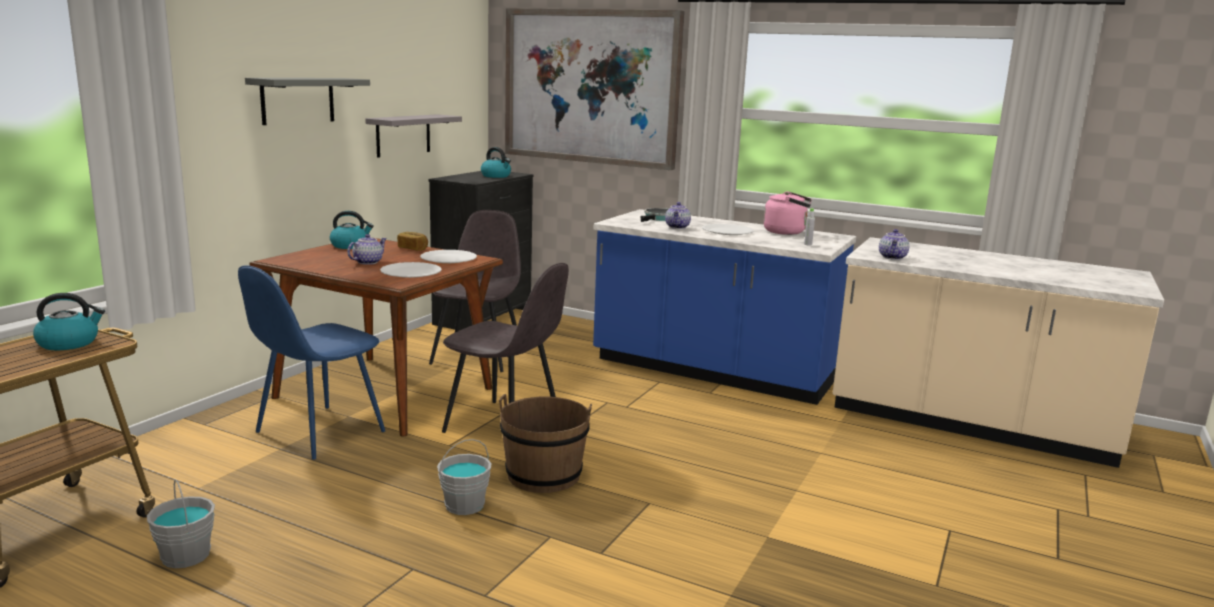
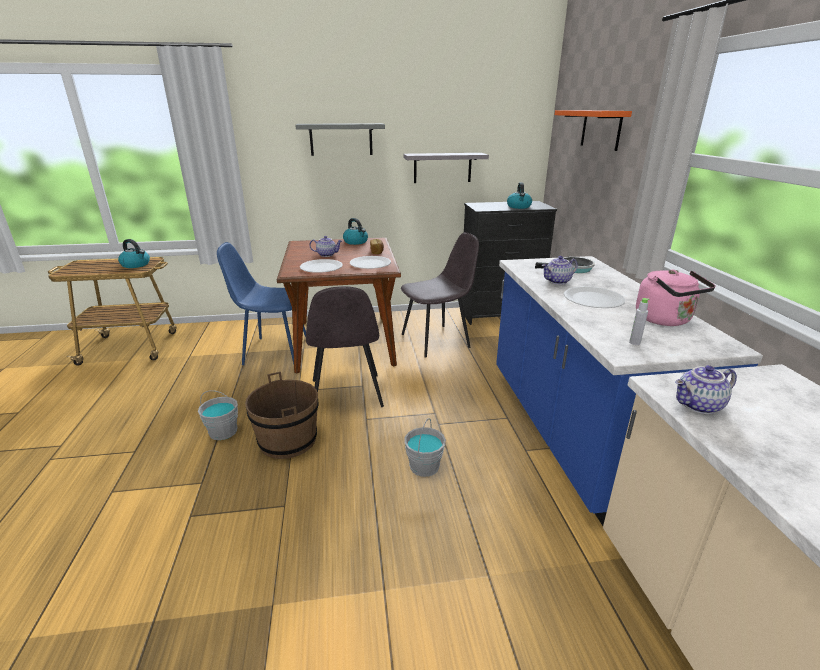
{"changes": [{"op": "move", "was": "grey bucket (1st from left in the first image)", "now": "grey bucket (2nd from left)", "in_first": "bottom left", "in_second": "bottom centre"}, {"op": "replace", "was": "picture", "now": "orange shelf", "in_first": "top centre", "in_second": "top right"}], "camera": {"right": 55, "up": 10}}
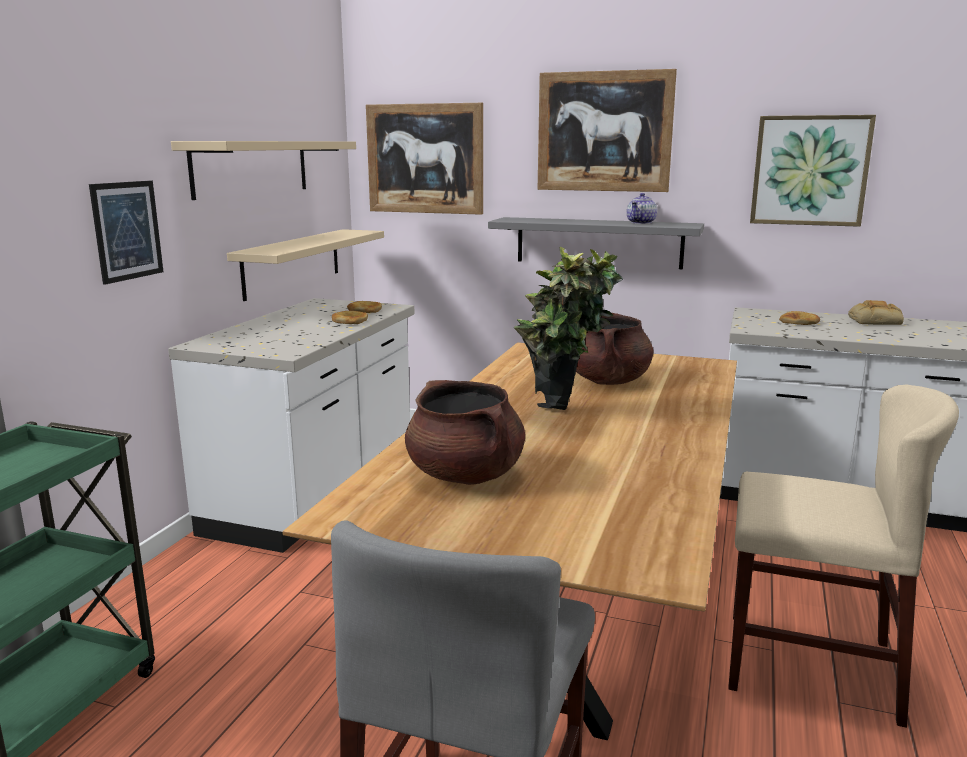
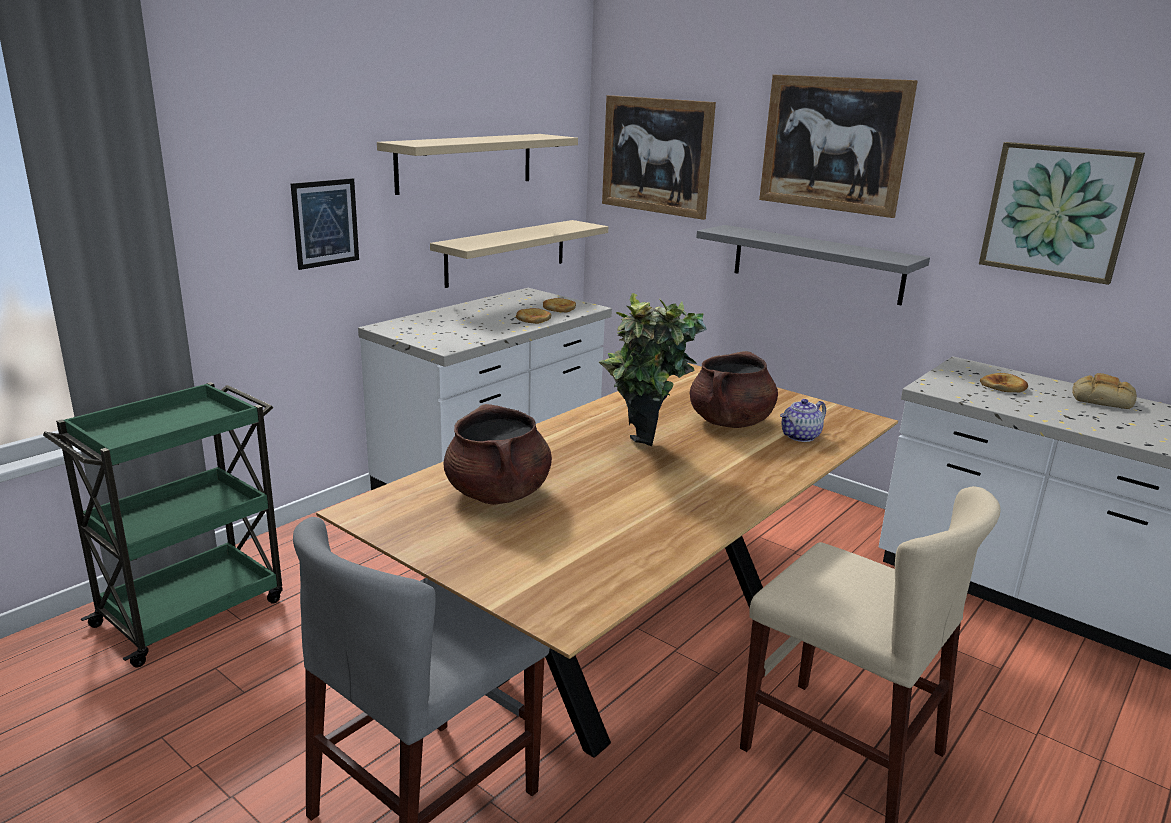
{"changes": [{"op": "move", "was": "teapot", "in_first": "top centre", "in_second": "middle right"}], "camera": {"right": 20, "up": 5}}
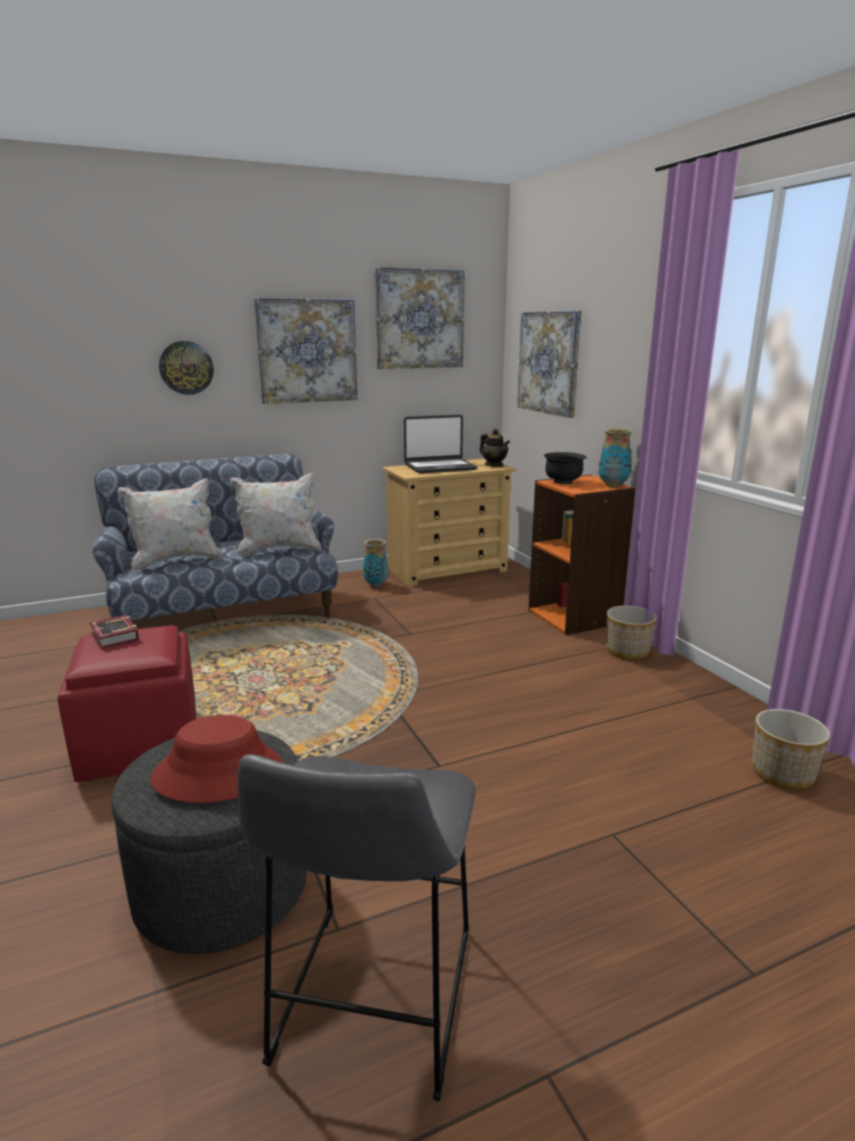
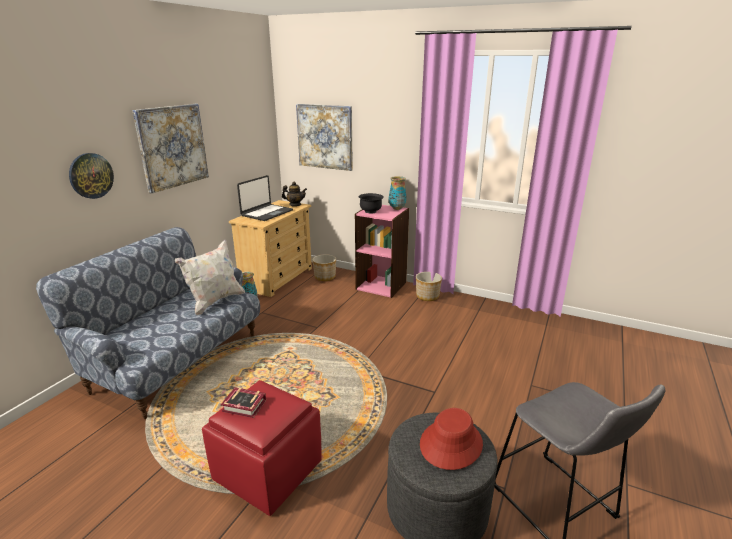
{"changes": [{"op": "delete", "was": "white pillow (1st from left)", "in_first": "middle left"}, {"op": "delete", "was": "picture (2nd from left)", "in_first": "top centre"}, {"op": "recolor", "was": "orange bookcase", "now": "pink bookcase", "in_first": "middle right", "in_second": "centre"}, {"op": "move", "was": "planter (2nd from left in the first image)", "now": "planter (1st from left)", "in_first": "middle right", "in_second": "centre"}], "camera": {"right": -40, "up": 5}}
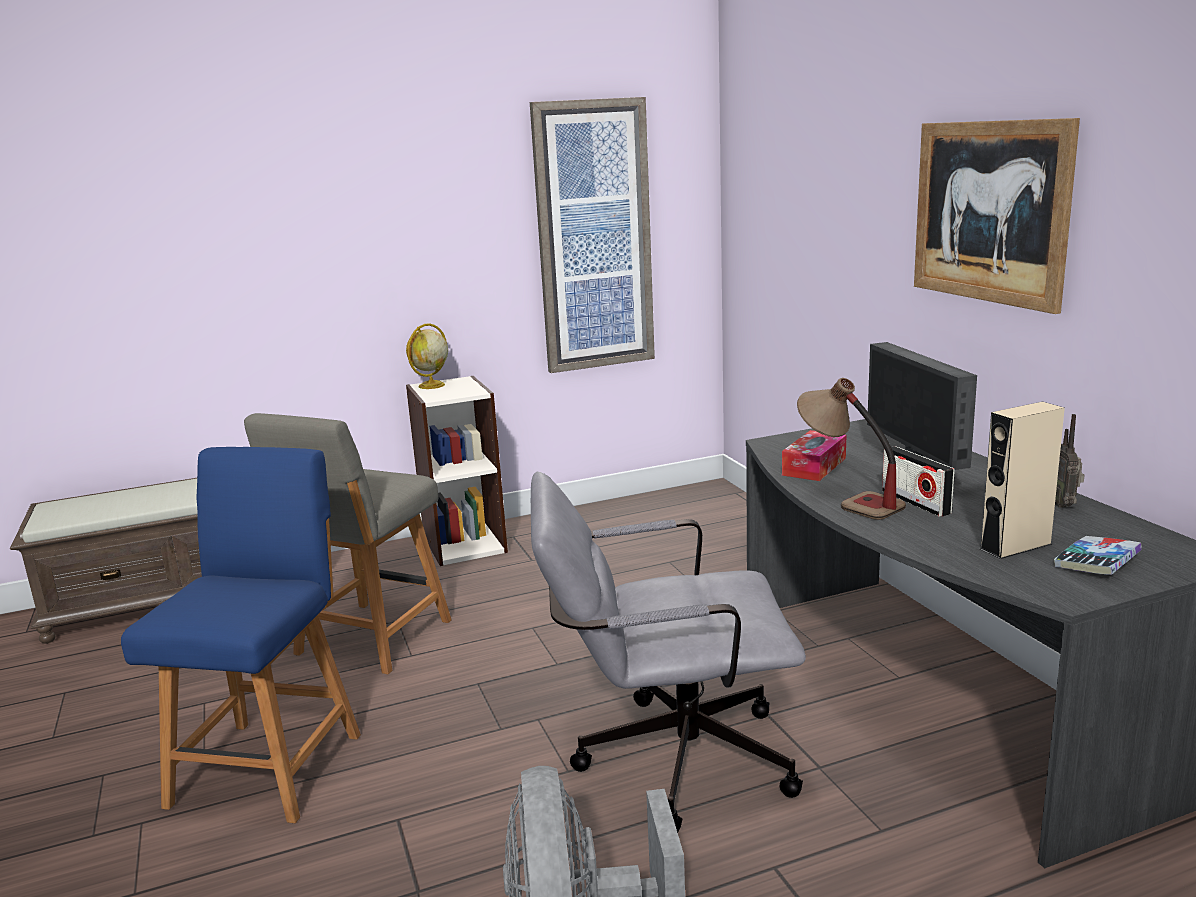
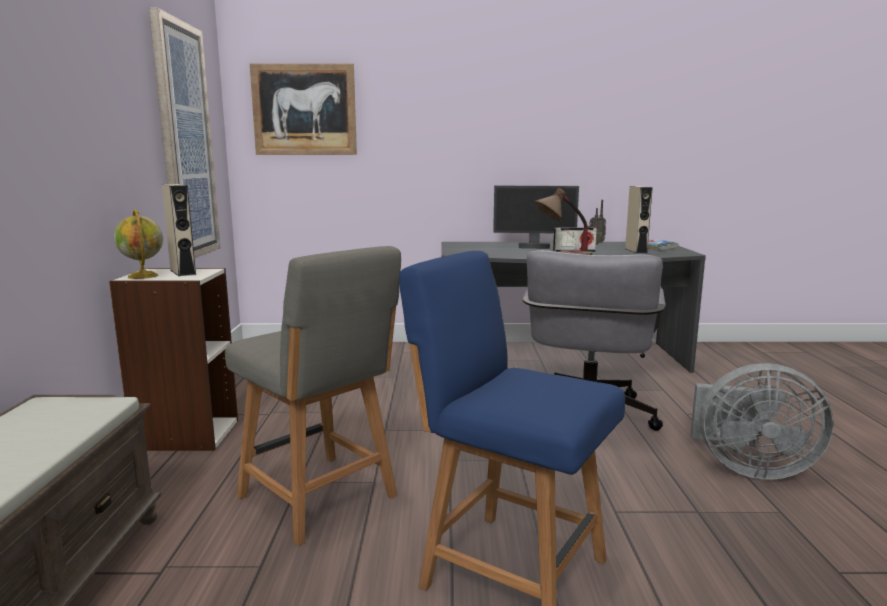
{"changes": [{"op": "delete", "was": "tissue box", "in_first": "middle right"}, {"op": "move", "was": "picture (2nd from left)", "in_first": "top right", "in_second": "top centre"}, {"op": "insert", "now": "beige speaker (1st from left)", "in_second": "middle left"}], "camera": {"right": -70, "up": -5}}
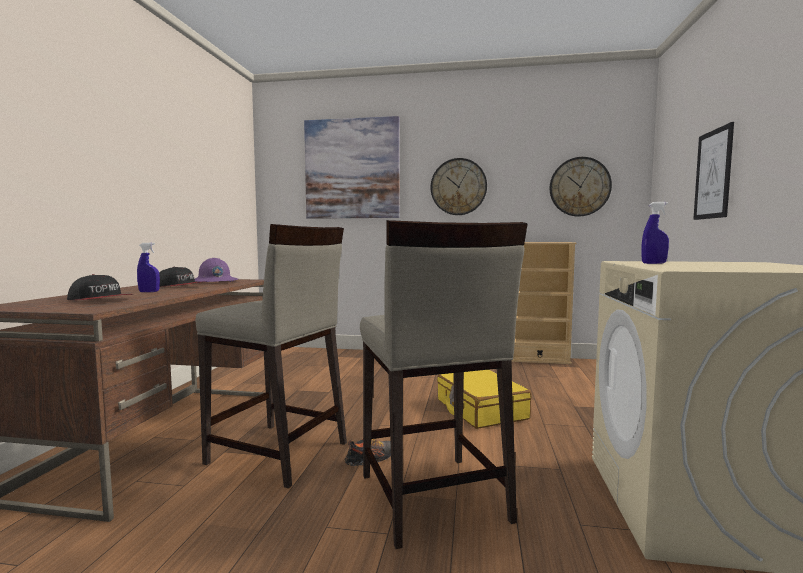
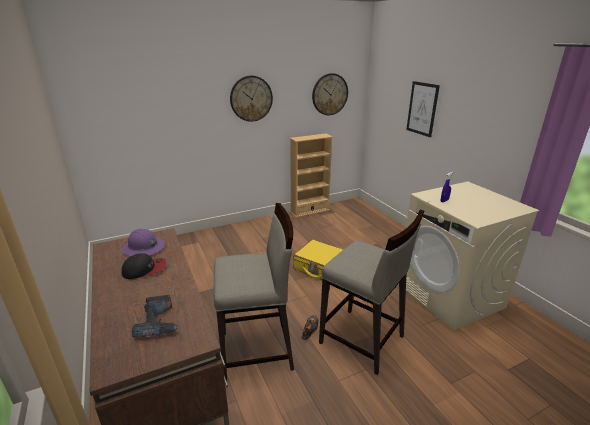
{"changes": [{"op": "replace", "was": "cap (1st from left)", "now": "power drill", "in_first": "middle left", "in_second": "bottom left"}, {"op": "delete", "was": "blue spray bottle (1st from left)", "in_first": "middle left"}, {"op": "delete", "was": "picture (1st from left)", "in_first": "top centre"}], "camera": {"right": -35, "up": 20}}
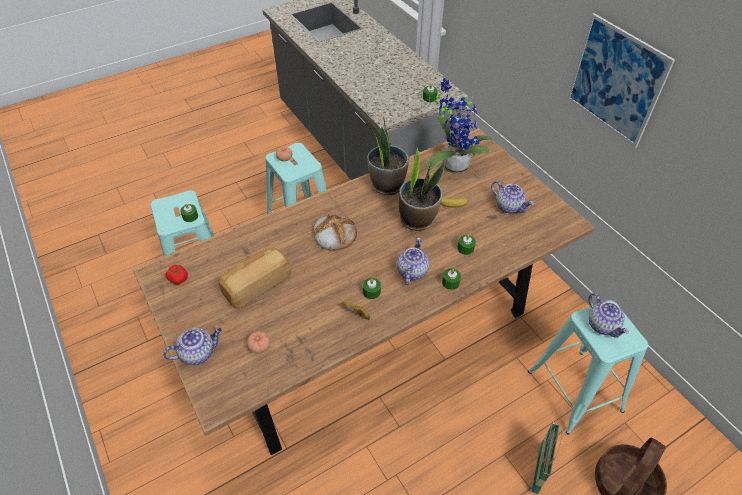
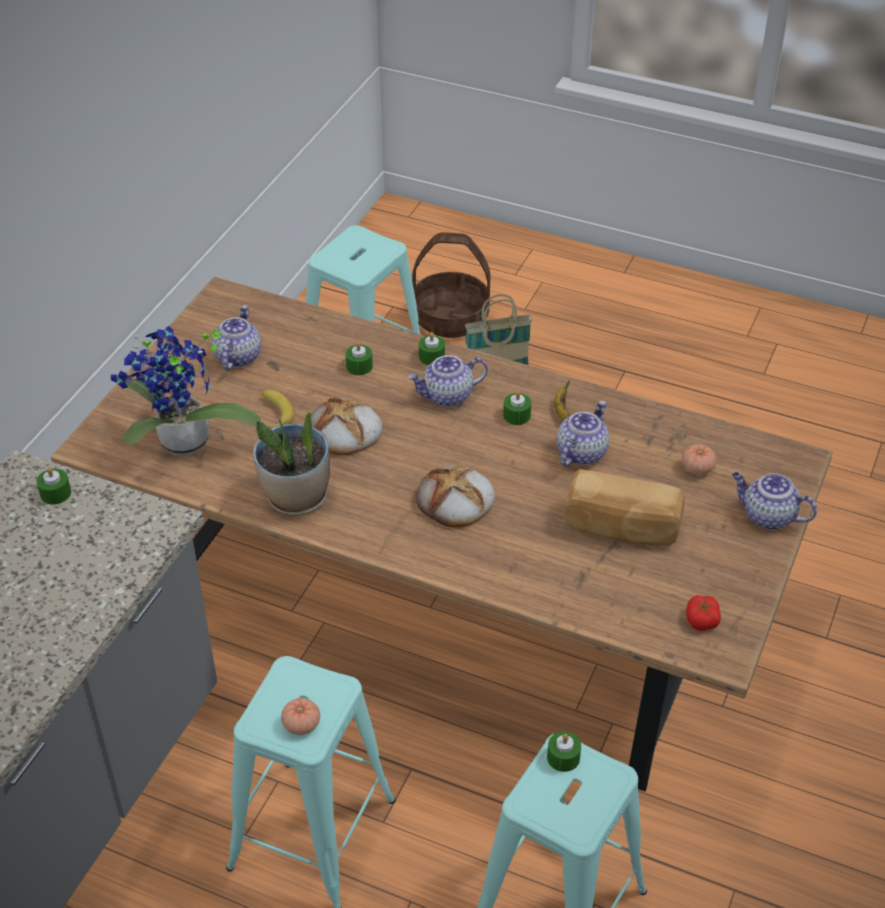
{"changes": [{"op": "replace", "was": "potted plant (2nd from left)", "now": "bread (1st from left)", "in_first": "centre", "in_second": "centre"}, {"op": "delete", "was": "picture", "in_first": "top right"}, {"op": "move", "was": "teapot (4th from left in the first image)", "now": "teapot (3rd from left)", "in_first": "middle right", "in_second": "centre"}], "camera": {"right": -125, "up": -5}}
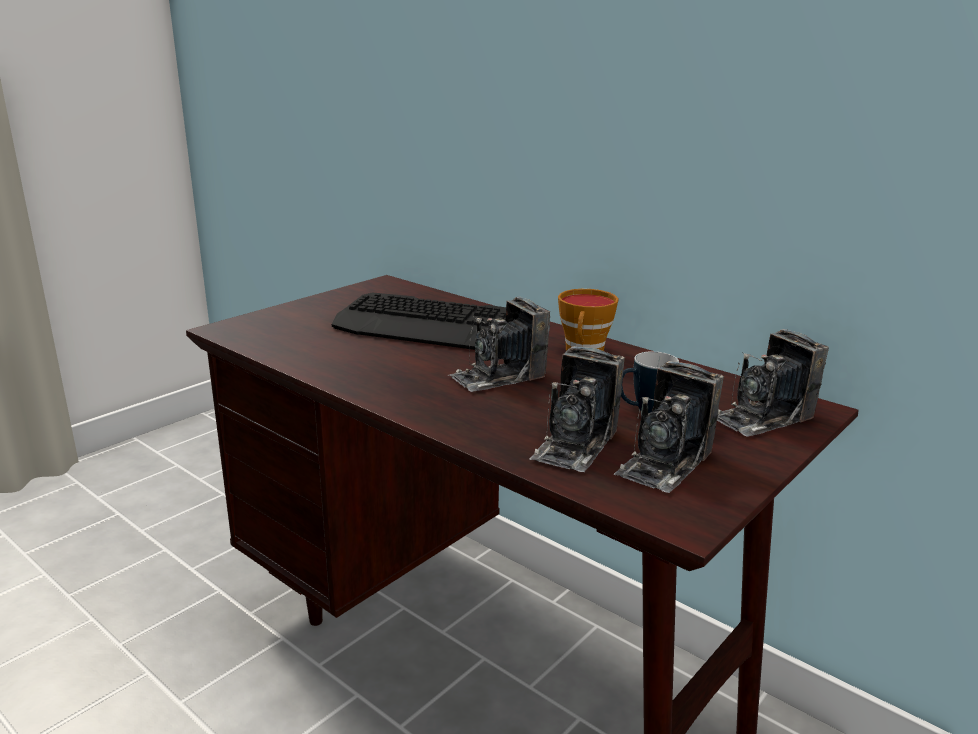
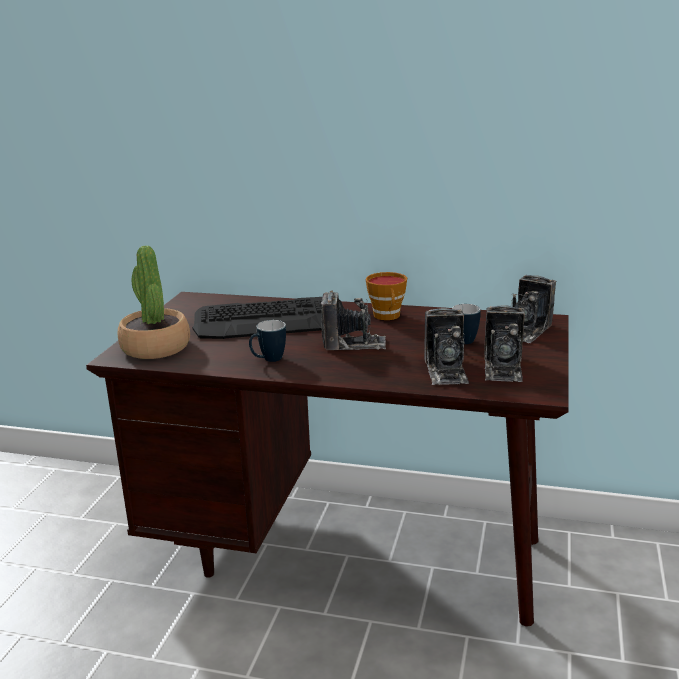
{"changes": [{"op": "rotate", "was": "photo camera (1st from left)", "in_first": "centre", "in_second": "centre", "clockwise": -120}, {"op": "insert", "now": "potted plant", "in_second": "middle left"}, {"op": "insert", "now": "mug (1st from left)", "in_second": "centre"}], "camera": {"right": -25, "up": 0}}
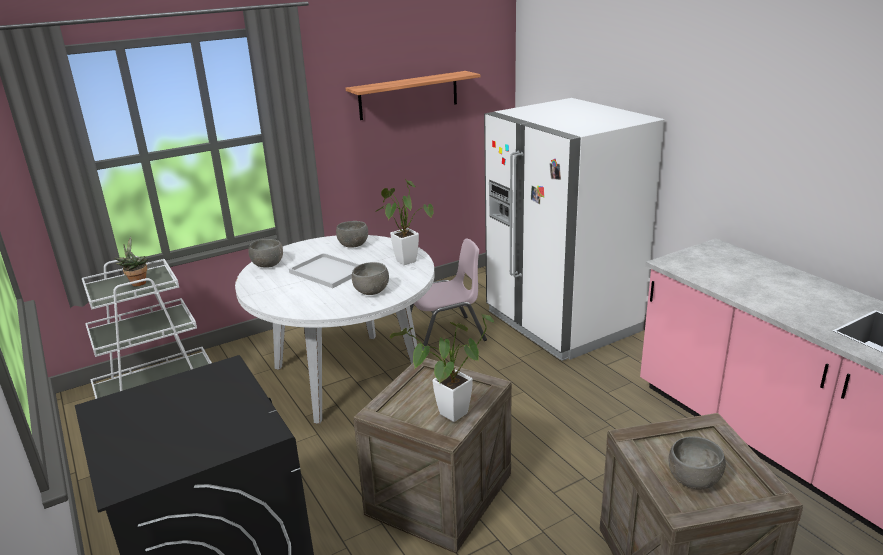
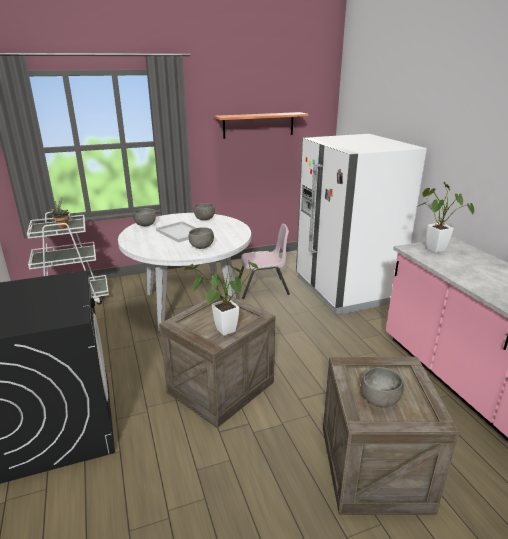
{"changes": [{"op": "move", "was": "potted plant (2nd from left in the first image)", "now": "potted plant (3rd from left)", "in_first": "centre", "in_second": "middle right"}], "camera": {"right": 10, "up": 0}}
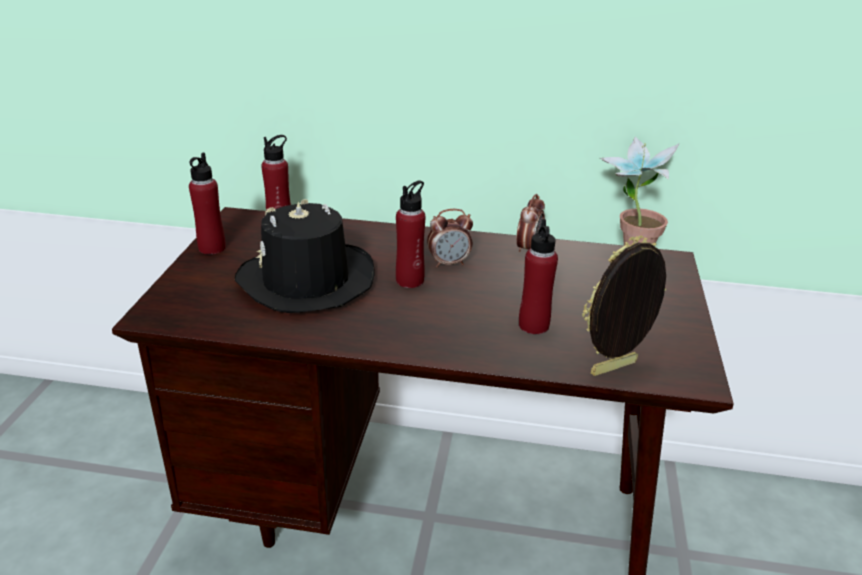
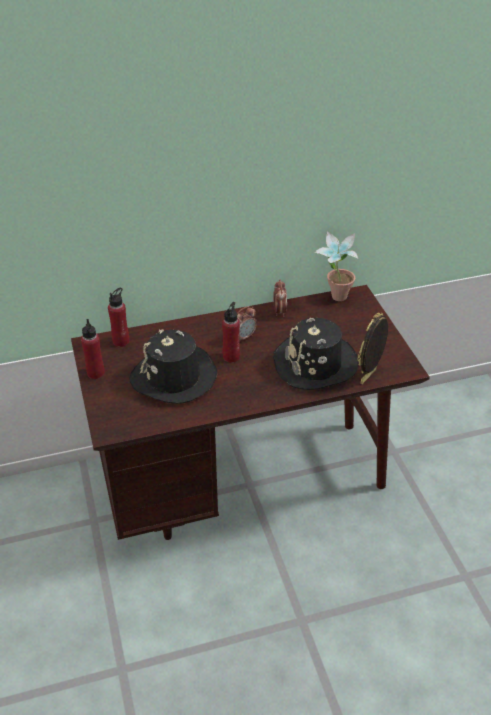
{"changes": [{"op": "replace", "was": "red bottle (4th from left)", "now": "black hat (2nd from left)", "in_first": "centre", "in_second": "centre"}], "camera": {"right": -25, "up": 10}}
